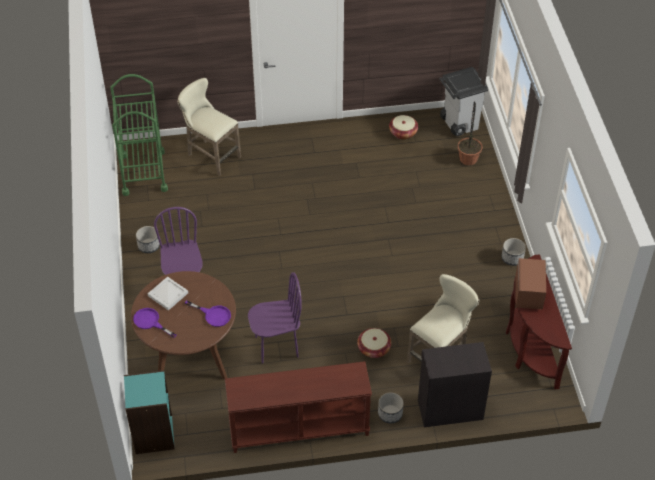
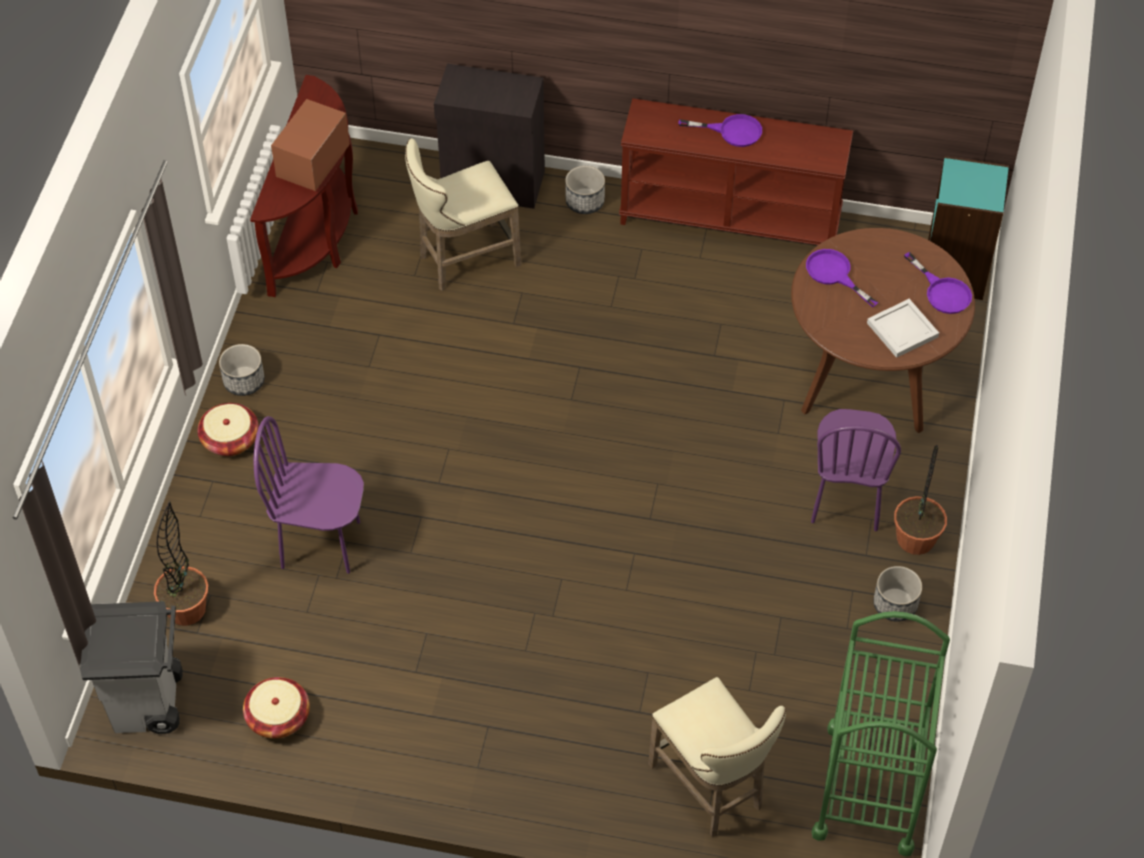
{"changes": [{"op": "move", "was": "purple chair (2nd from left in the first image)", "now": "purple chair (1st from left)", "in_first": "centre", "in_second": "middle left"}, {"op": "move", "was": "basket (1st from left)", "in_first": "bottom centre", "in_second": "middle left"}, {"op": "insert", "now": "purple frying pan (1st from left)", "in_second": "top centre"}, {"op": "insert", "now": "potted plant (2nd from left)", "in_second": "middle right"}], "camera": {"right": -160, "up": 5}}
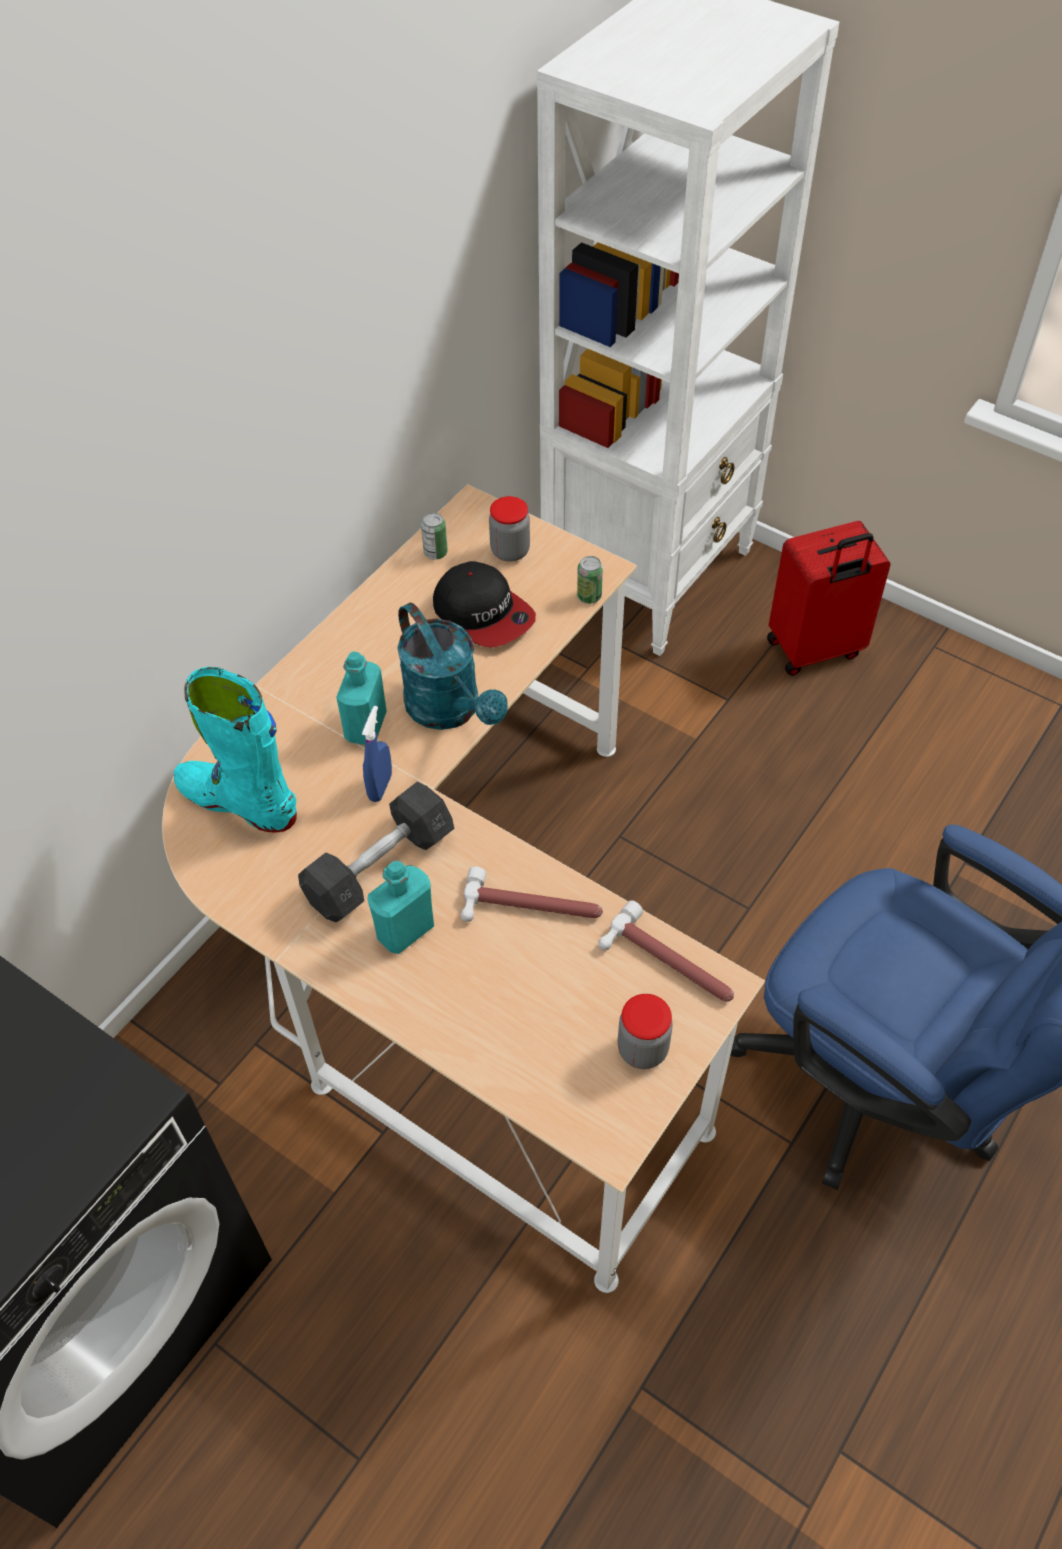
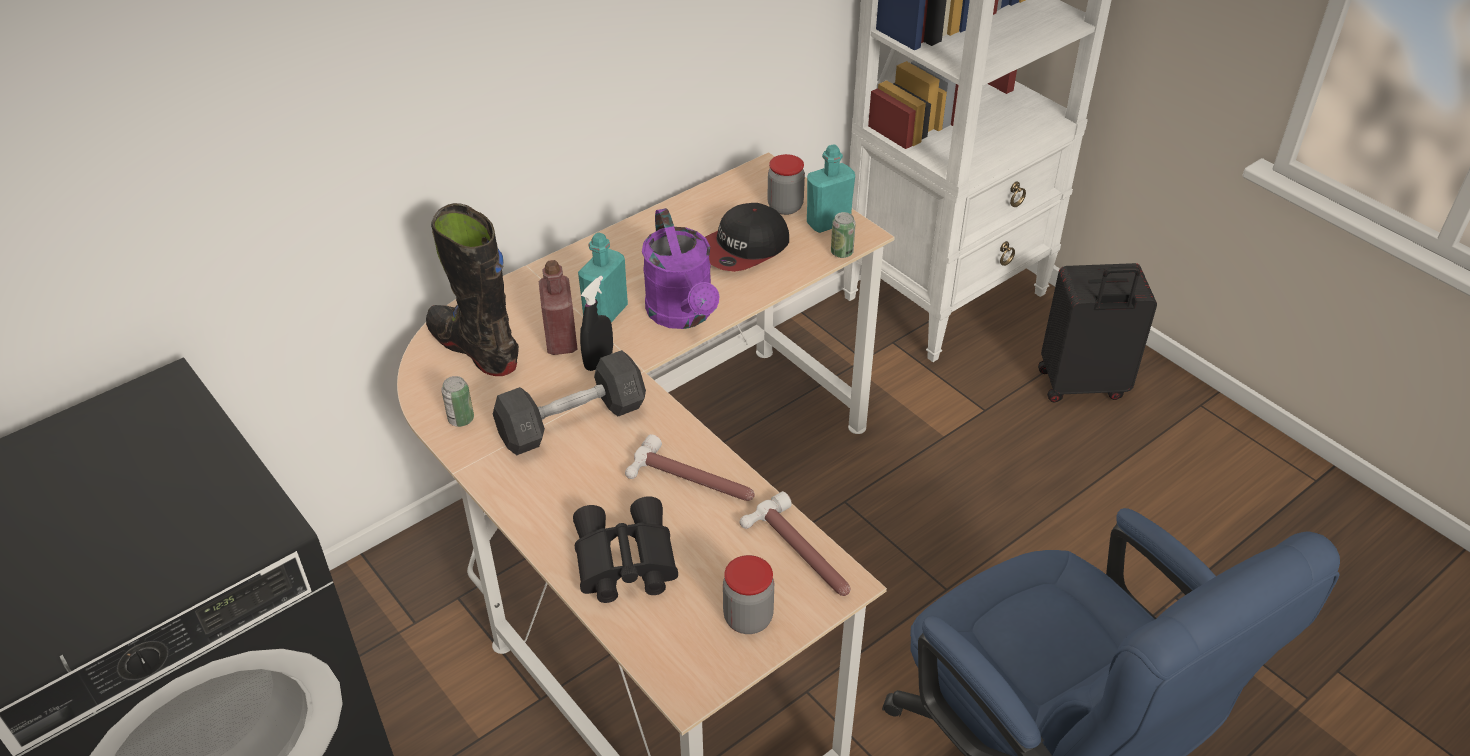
{"changes": [{"op": "recolor", "was": "turquoise boot", "now": "black boot", "in_first": "middle left", "in_second": "middle left"}, {"op": "recolor", "was": "blue spray bottle", "now": "black spray bottle", "in_first": "centre", "in_second": "centre"}, {"op": "move", "was": "turquoise bottle (2nd from left)", "in_first": "centre", "in_second": "top centre"}, {"op": "recolor", "was": "turquoise watering can", "now": "purple watering can", "in_first": "centre", "in_second": "centre"}, {"op": "move", "was": "can (1st from left)", "in_first": "centre", "in_second": "middle left"}, {"op": "rotate", "was": "cap", "in_first": "centre", "in_second": "top centre", "clockwise": 75}, {"op": "recolor", "was": "red suitcase", "now": "black suitcase", "in_first": "middle right", "in_second": "middle right"}, {"op": "insert", "now": "red bottle", "in_second": "centre"}, {"op": "insert", "now": "black binoculars", "in_second": "bottom centre"}], "camera": {"right": 15, "up": -10}}
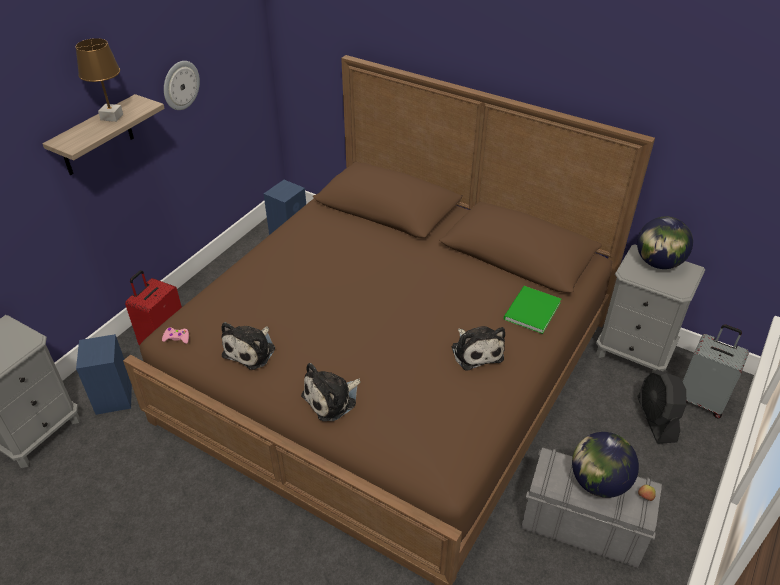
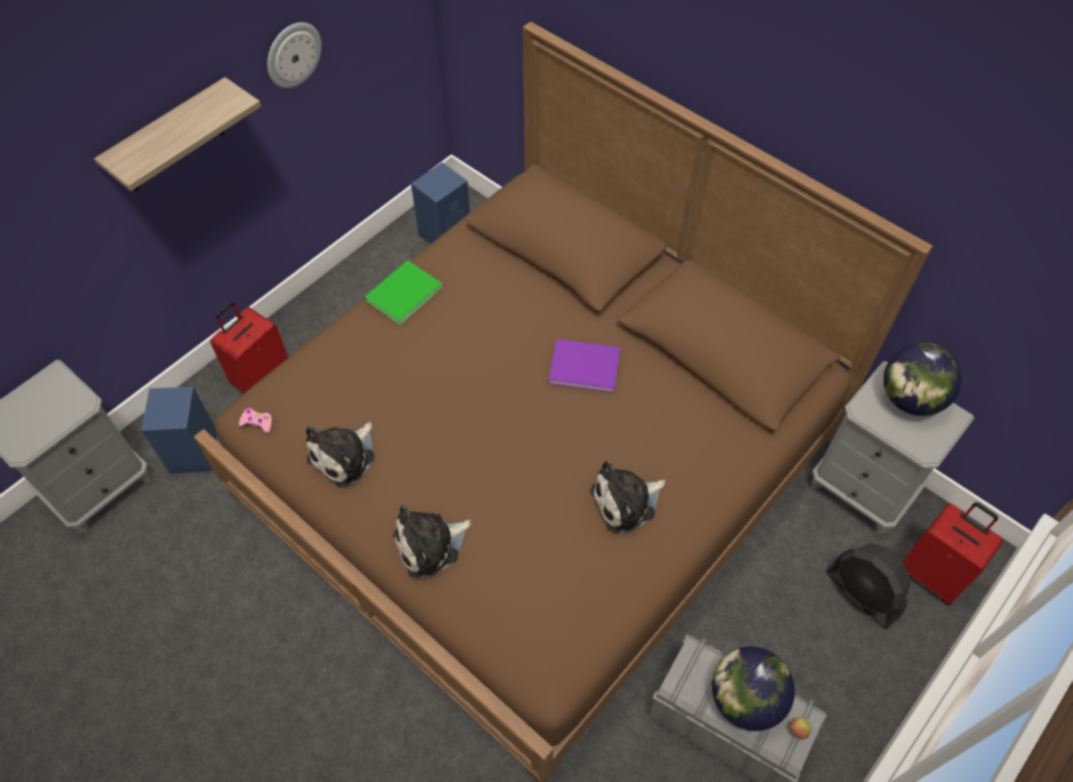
{"changes": [{"op": "delete", "was": "brown table lamp", "in_first": "top left"}, {"op": "rotate", "was": "plush toy (3rd from left)", "in_first": "centre", "in_second": "centre", "clockwise": 75}, {"op": "move", "was": "green book", "in_first": "middle right", "in_second": "centre"}, {"op": "rotate", "was": "black fan", "in_first": "bottom right", "in_second": "bottom right", "clockwise": -45}, {"op": "recolor", "was": "grey suitcase", "now": "red suitcase (2nd from left)", "in_first": "middle right", "in_second": "bottom right"}, {"op": "insert", "now": "purple book", "in_second": "centre"}], "camera": {"right": 10, "up": 15}}
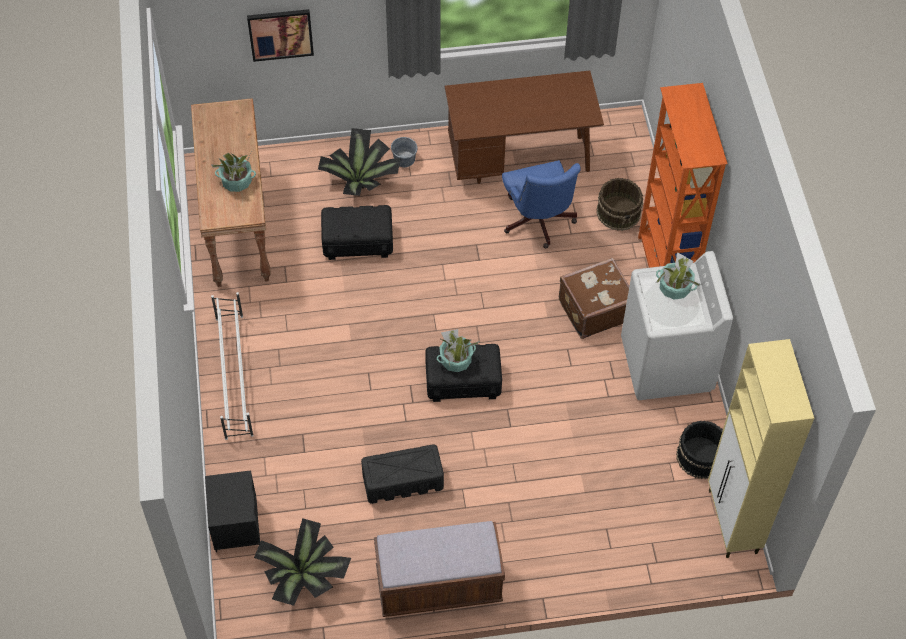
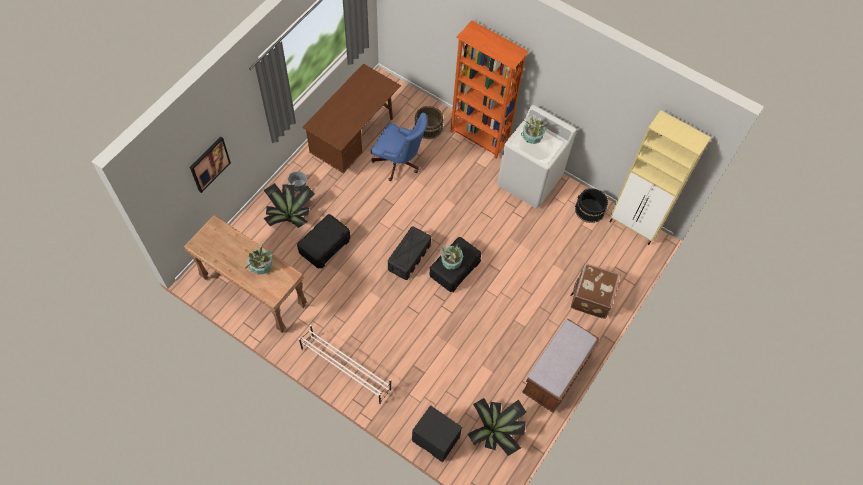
{"changes": [{"op": "move", "was": "black storage box (2nd from left)", "in_first": "bottom centre", "in_second": "centre"}, {"op": "move", "was": "brown suitcase", "in_first": "centre", "in_second": "middle right"}], "camera": {"right": -50, "up": 5}}
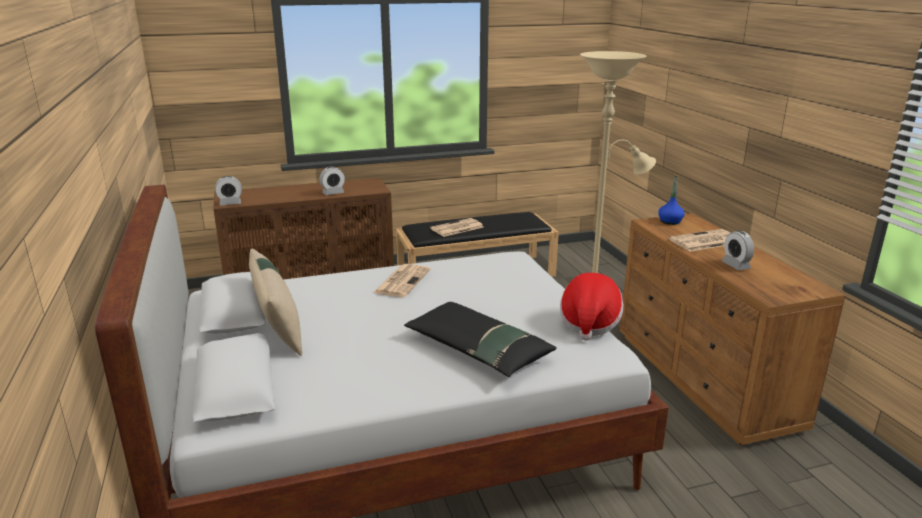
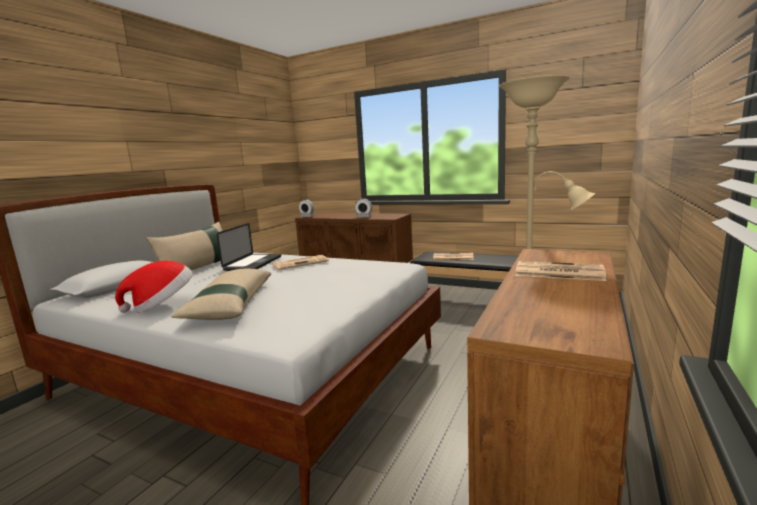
{"changes": [{"op": "recolor", "was": "black pillow", "now": "beige pillow (2nd from left)", "in_first": "centre", "in_second": "middle left"}, {"op": "move", "was": "hat", "in_first": "centre", "in_second": "middle left"}, {"op": "delete", "was": "blue bottle", "in_first": "middle right"}, {"op": "delete", "was": "alarm clock (3rd from left)", "in_first": "middle right"}, {"op": "insert", "now": "laptop", "in_second": "middle left"}], "camera": {"right": 45, "up": -10}}
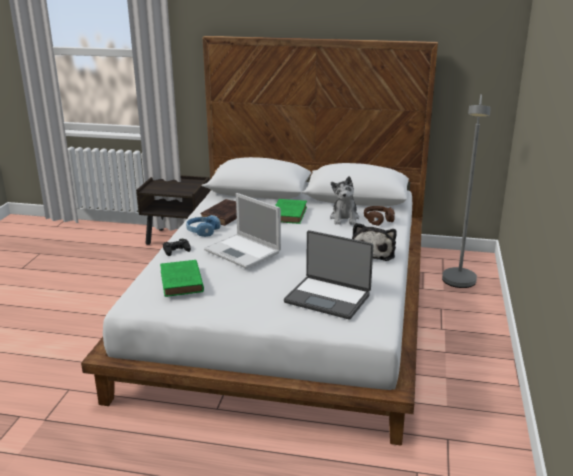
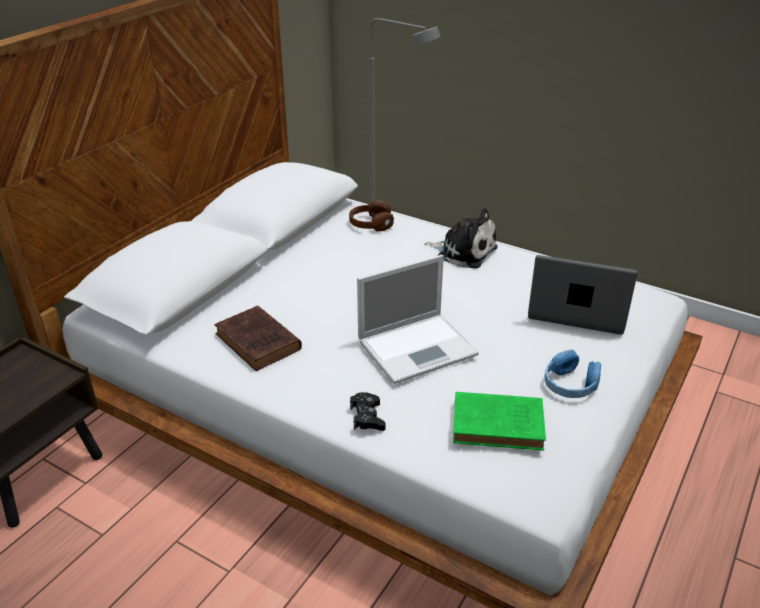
{"changes": [{"op": "move", "was": "blue headphones", "in_first": "centre", "in_second": "middle right"}, {"op": "delete", "was": "green book (2nd from left)", "in_first": "centre"}, {"op": "rotate", "was": "laptop (2nd from left)", "in_first": "centre", "in_second": "middle right", "clockwise": -120}, {"op": "delete", "was": "plush toy (1st from left)", "in_first": "centre"}], "camera": {"right": -70, "up": 10}}
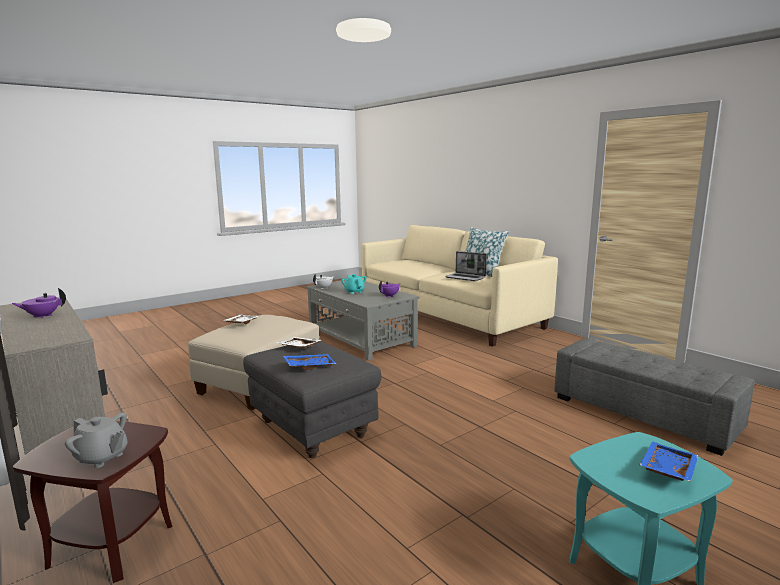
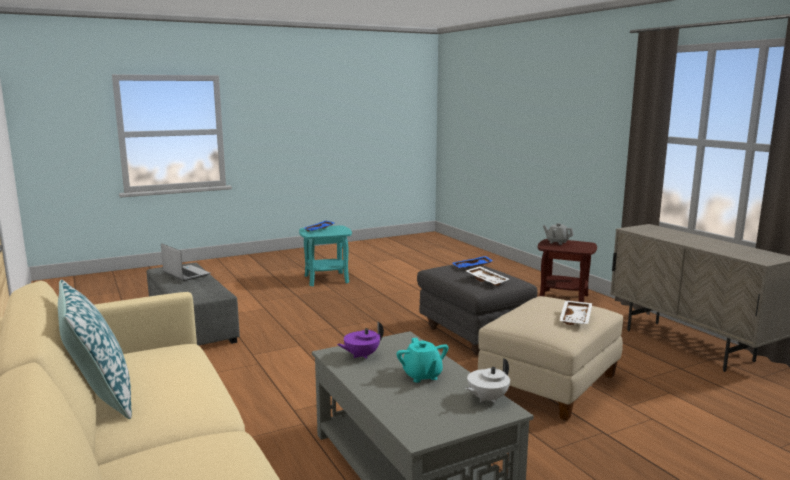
{"changes": [{"op": "delete", "was": "purple teapot (1st from left)", "in_first": "middle left"}, {"op": "move", "was": "laptop", "in_first": "centre", "in_second": "middle left"}], "camera": {"right": -170, "up": 0}}
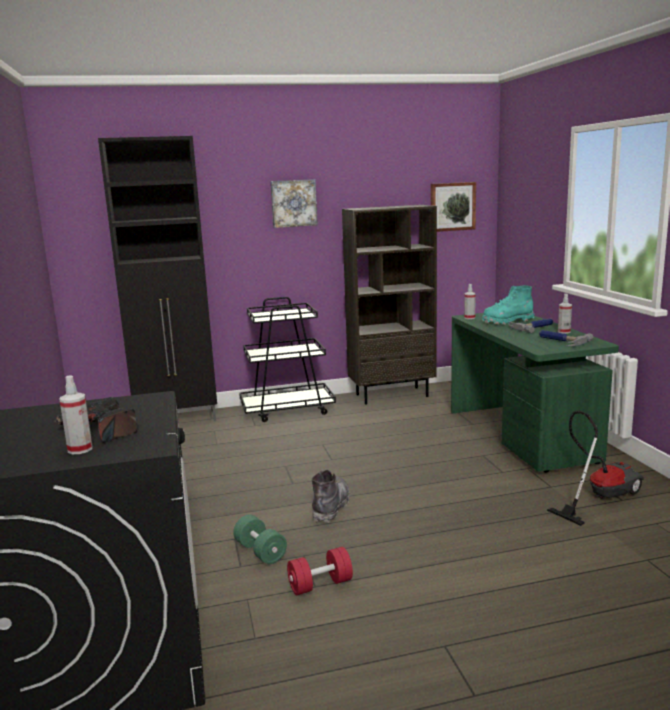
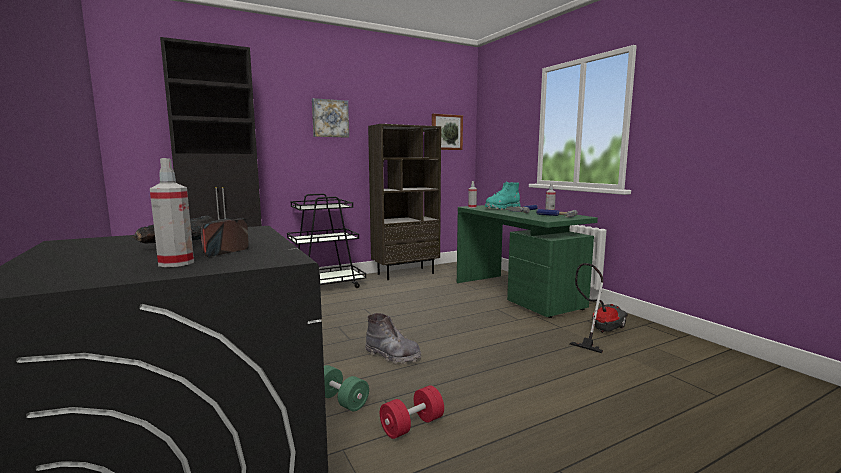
{"changes": [{"op": "rotate", "was": "grey boot", "in_first": "bottom centre", "in_second": "bottom centre", "clockwise": 120}], "camera": {"right": -15, "up": -5}}
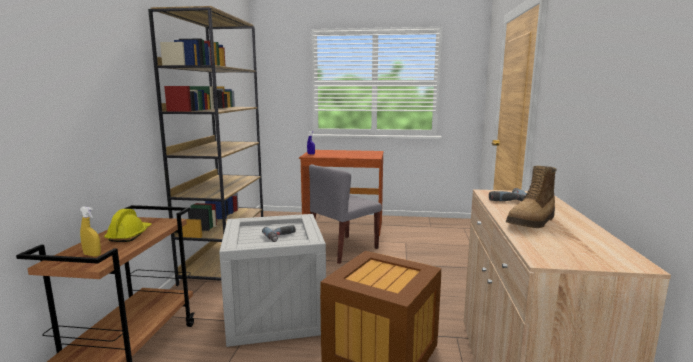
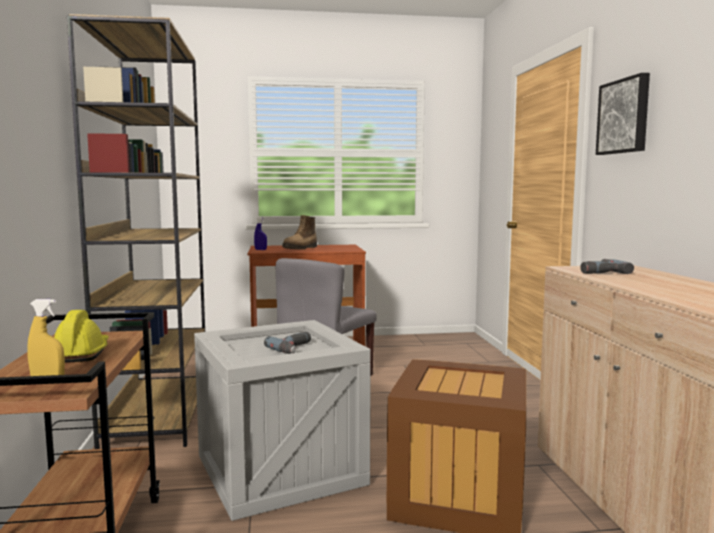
{"changes": [{"op": "move", "was": "boot", "in_first": "middle right", "in_second": "centre"}, {"op": "insert", "now": "picture", "in_second": "top right"}], "camera": {"right": -15, "up": -5}}
